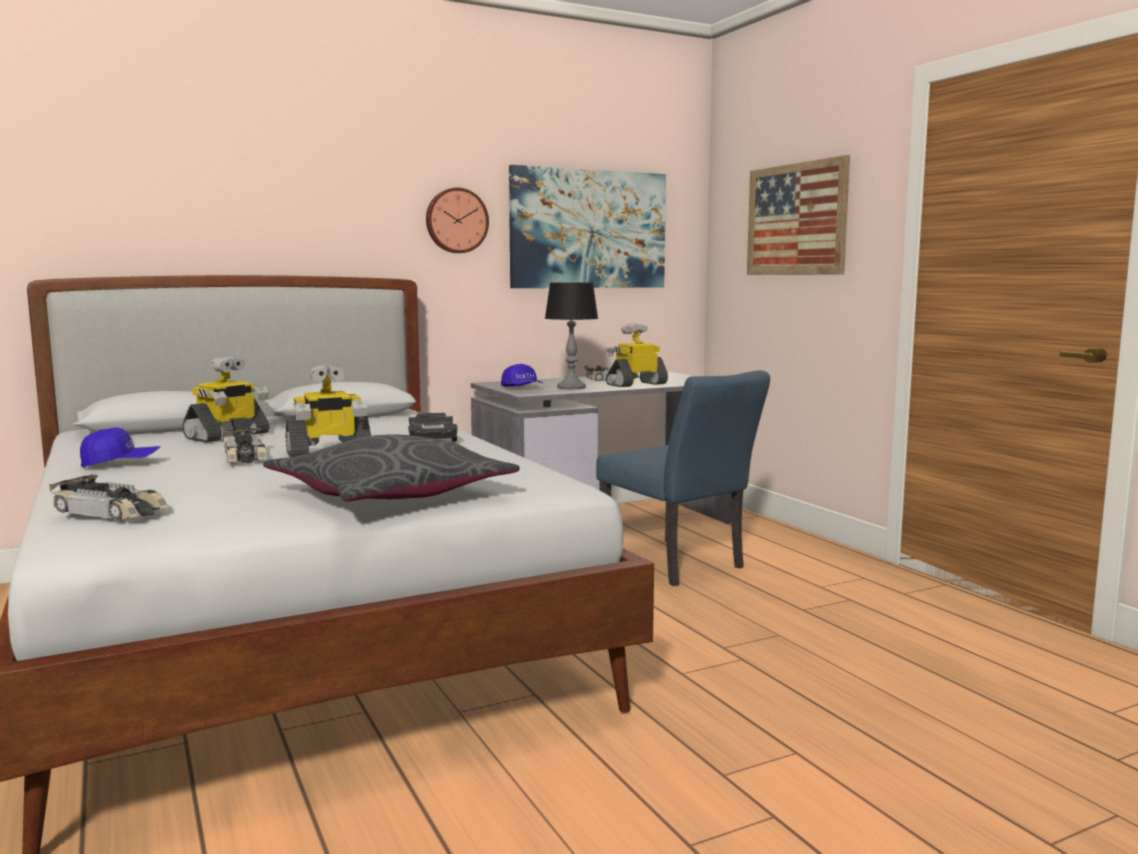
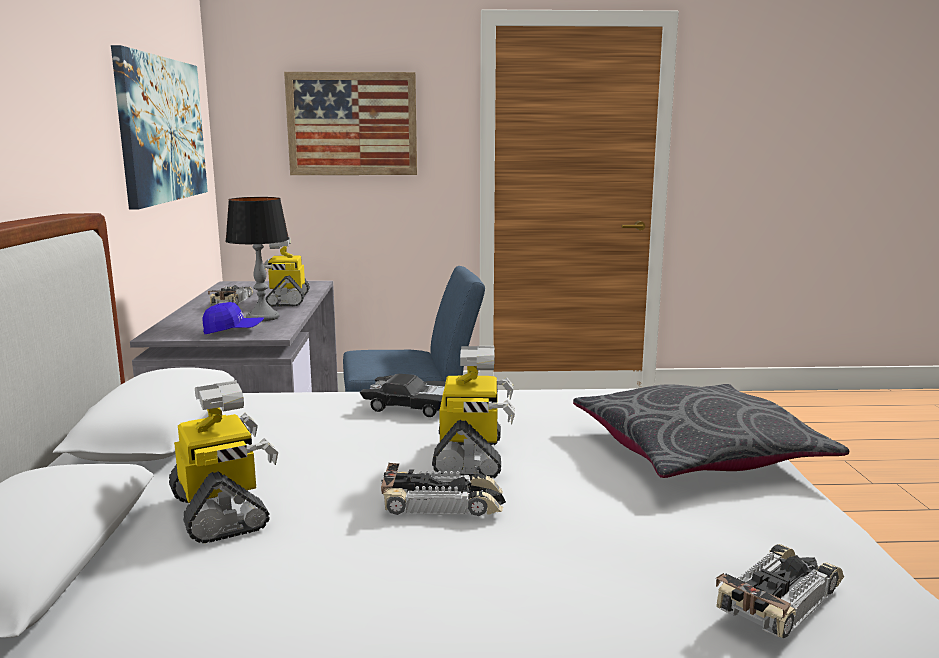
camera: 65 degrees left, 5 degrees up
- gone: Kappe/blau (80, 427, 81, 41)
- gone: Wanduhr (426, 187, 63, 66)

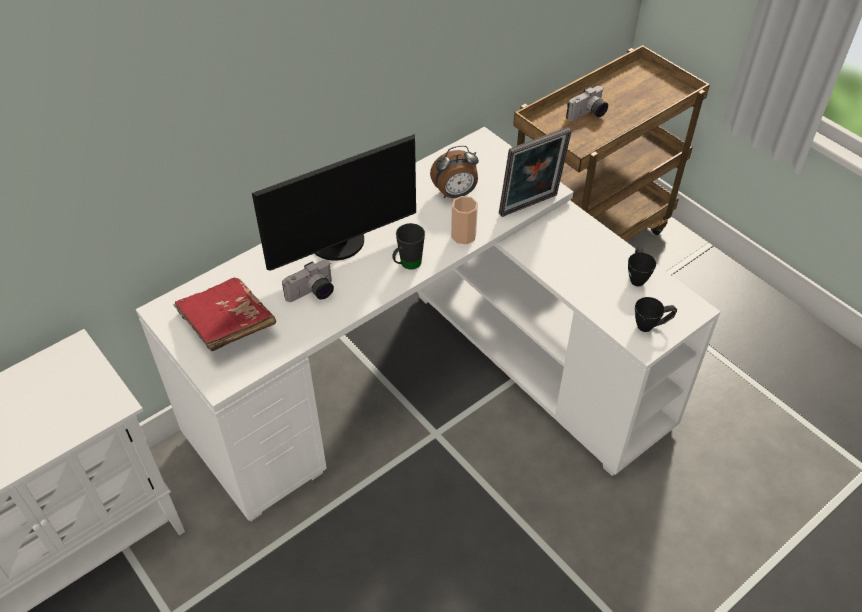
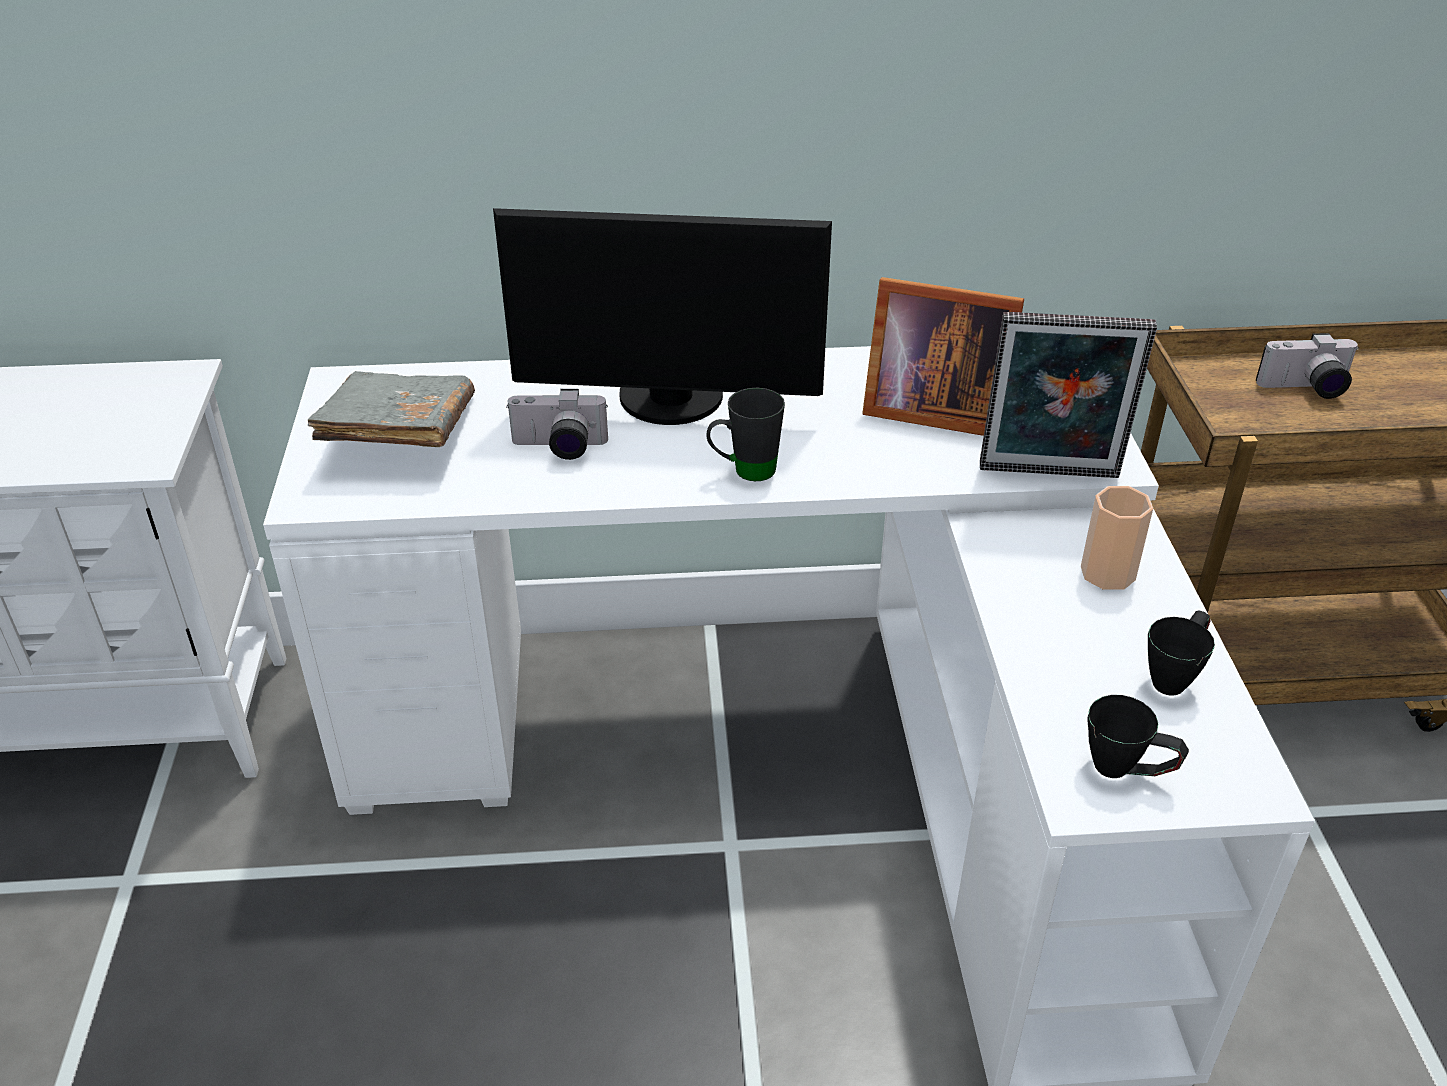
camera: 35 degrees right, 10 degrees down
- repainted: Buch/rot (174, 278, 102, 74) to Buch/grau (308, 371, 167, 76)
- swapped: Wecker (430, 145, 49, 53) to Bilderrahmen (862, 277, 162, 159)
- shifted: Tasse (451, 196, 27, 48) to (1081, 486, 72, 104)

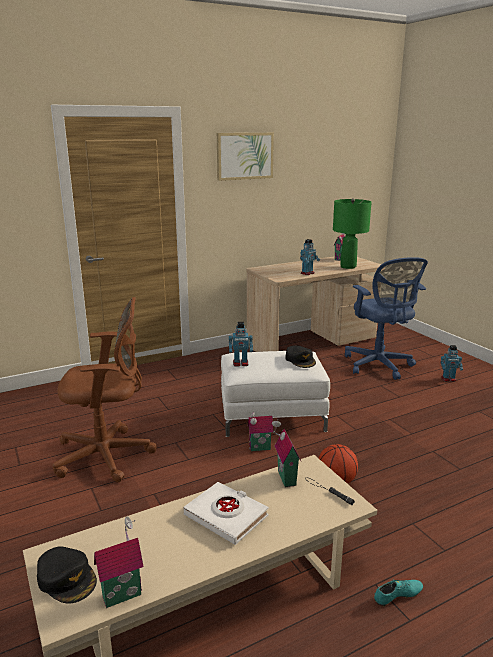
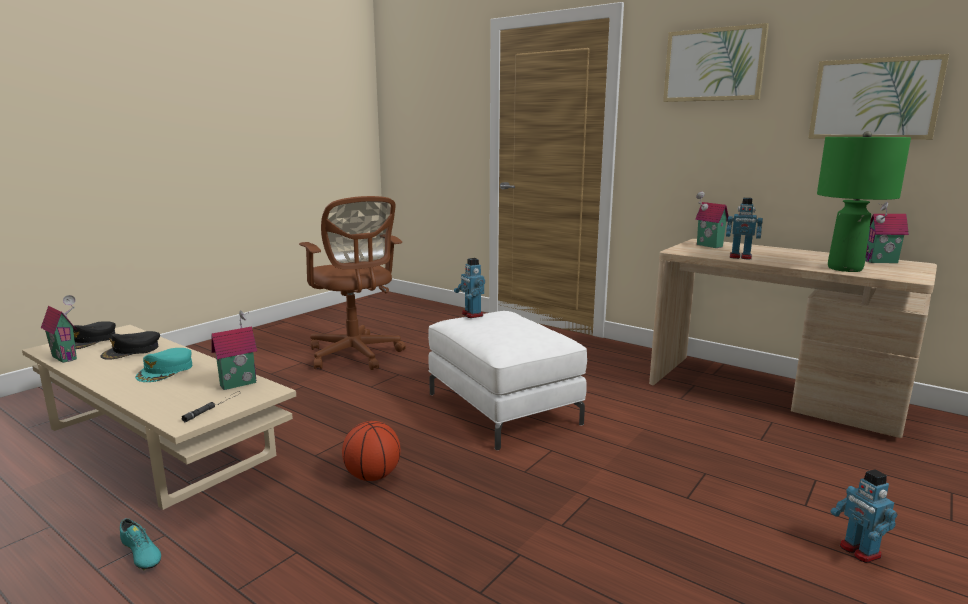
camera: 65 degrees right, 5 degrees down
- swapped: Buch/weiß (183, 482, 86, 63) to Kappe/türkis (135, 348, 57, 34)
- shifted: Spielzeughaus (248, 412, 25, 39) to (695, 192, 33, 56)
- shifted: Kappe/schwarz (286, 346, 30, 22) to (100, 331, 60, 29)
- gone: Bürostuhl/blau (345, 257, 83, 123)
- new: Bild (808, 54, 141, 86)

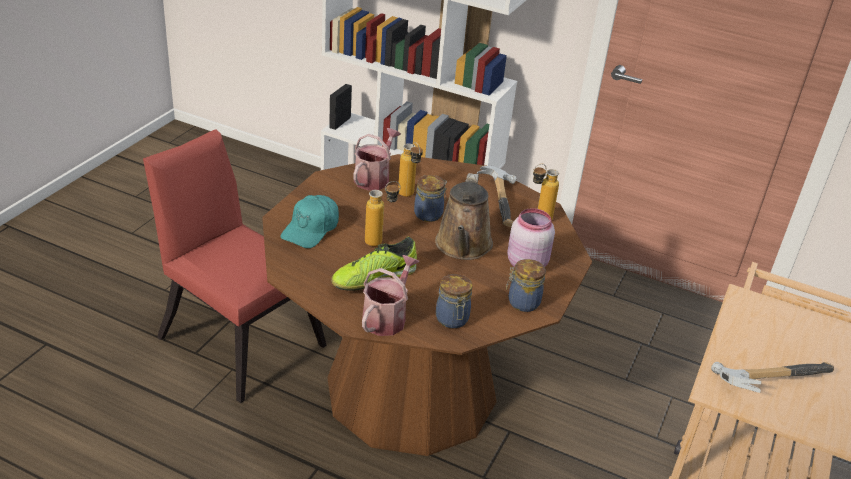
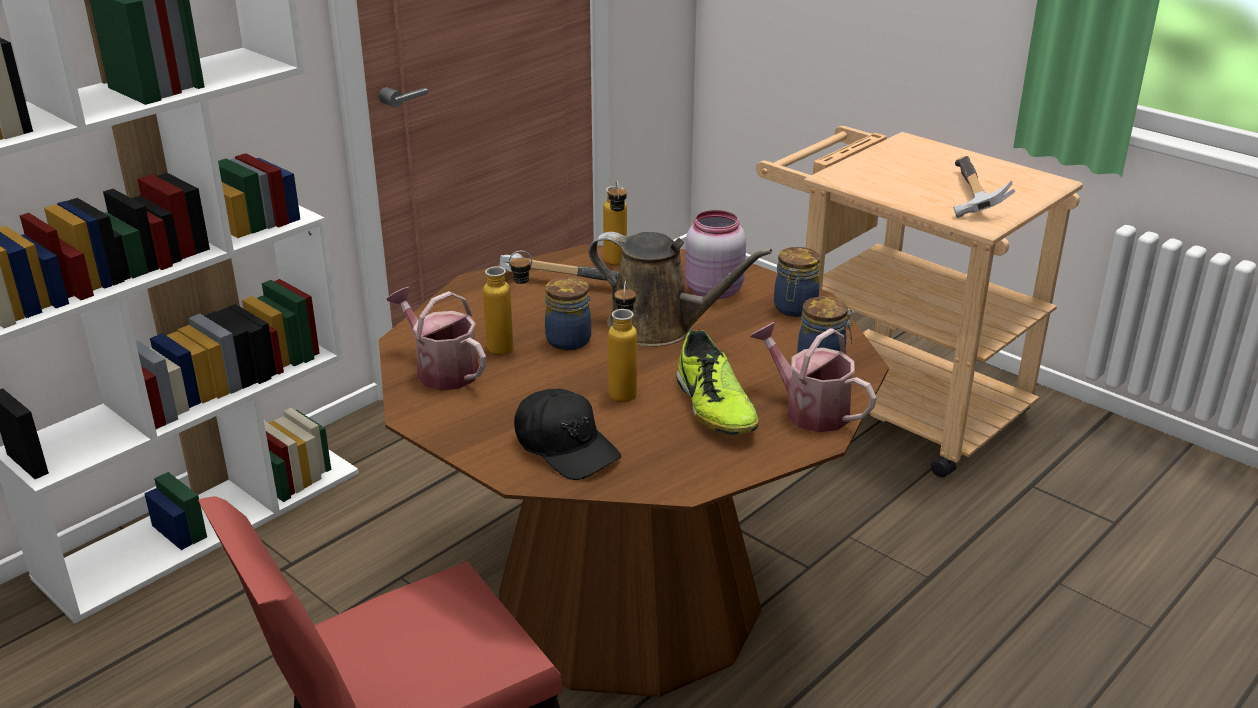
camera: 70 degrees left, 5 degrees down
- repainted: Kappe/türkis (280, 195, 59, 53) to Kappe/schwarz (514, 389, 107, 91)

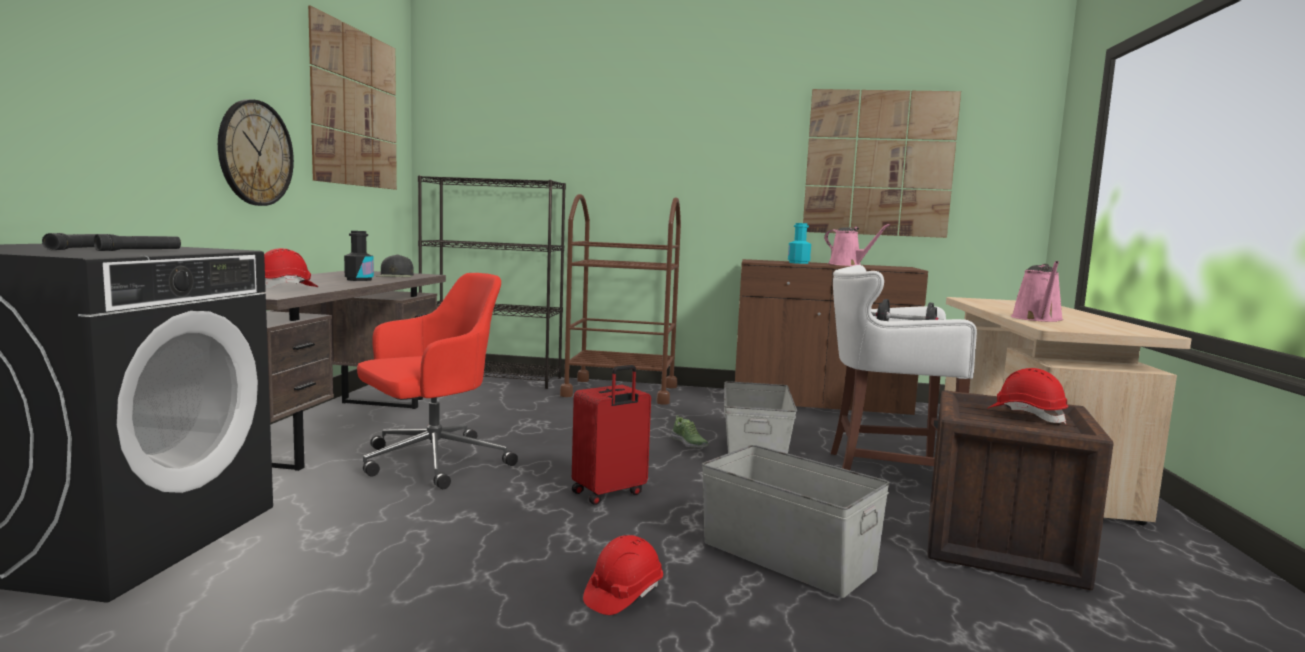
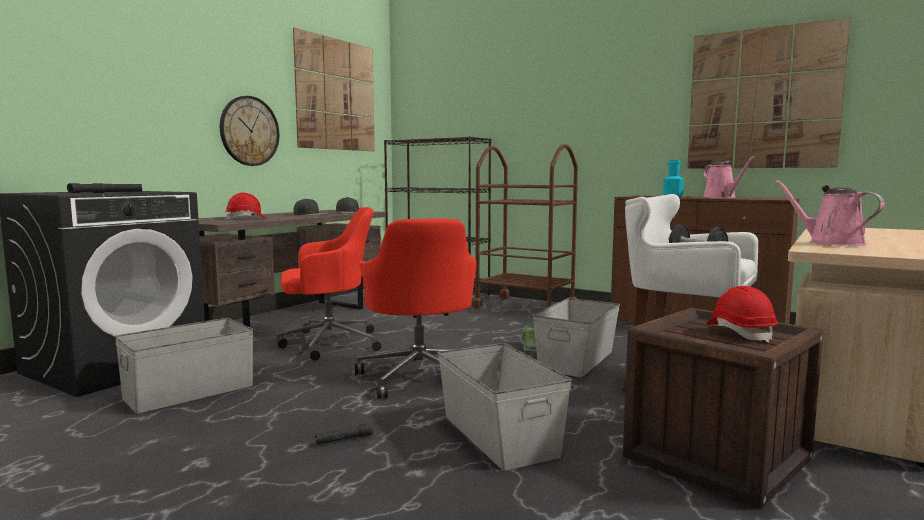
camera: 25 degrees right, 0 degrees up
- swapped: Flasche/schwarz (344, 231, 30, 50) to Kappe/schwarz (293, 198, 36, 18)
- swapped: Koffer/rot (572, 365, 79, 140) to Bürostuhl/rot (355, 219, 121, 179)
- swapped: Schutzhelm/rot (583, 535, 80, 80) to Taschenlampe/schwarz (315, 423, 58, 21)
- rotated: Gießkanne/rosa (1011, 261, 53, 61) = (774, 180, 111, 66) 105 degrees clockwise
- new: Aufbewahrungsbox/grau (115, 318, 139, 96)

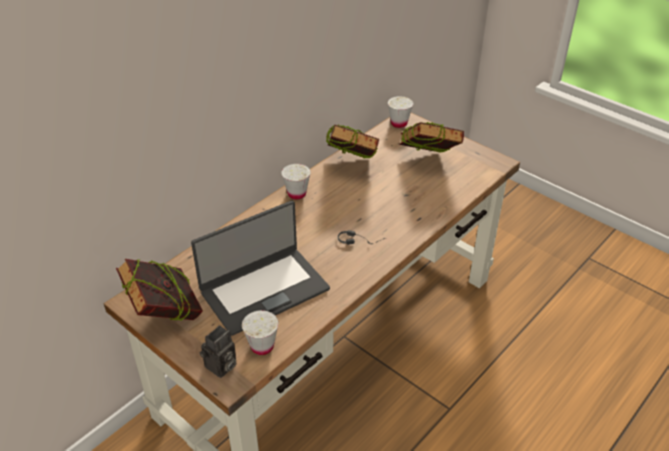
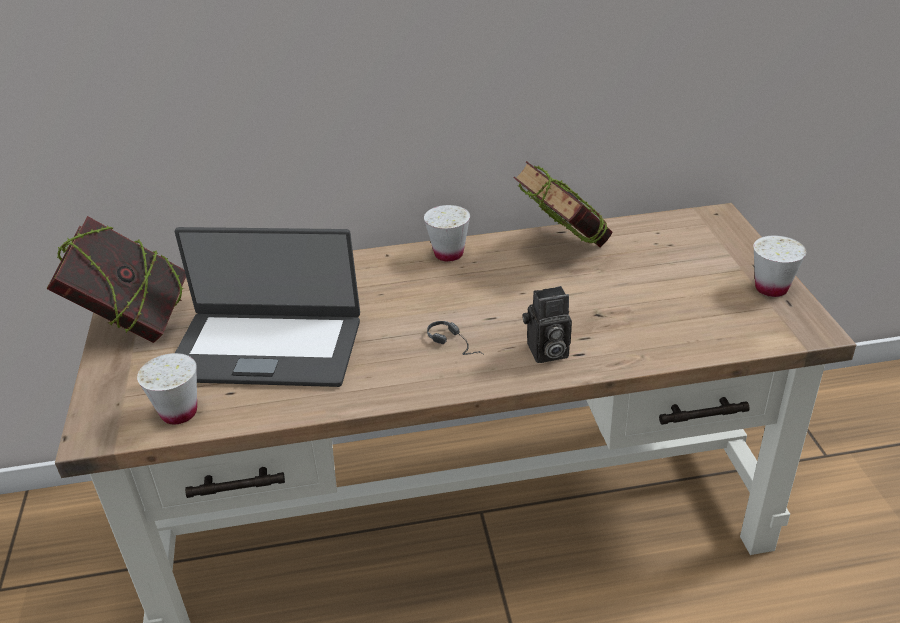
camera: 40 degrees right, 5 degrees down
- shifted: Kamera (200, 325, 36, 53) to (523, 286, 49, 77)
- shifted: Tasse/weiß (388, 96, 25, 32) to (753, 236, 53, 61)
- gone: Buch (399, 122, 65, 30)

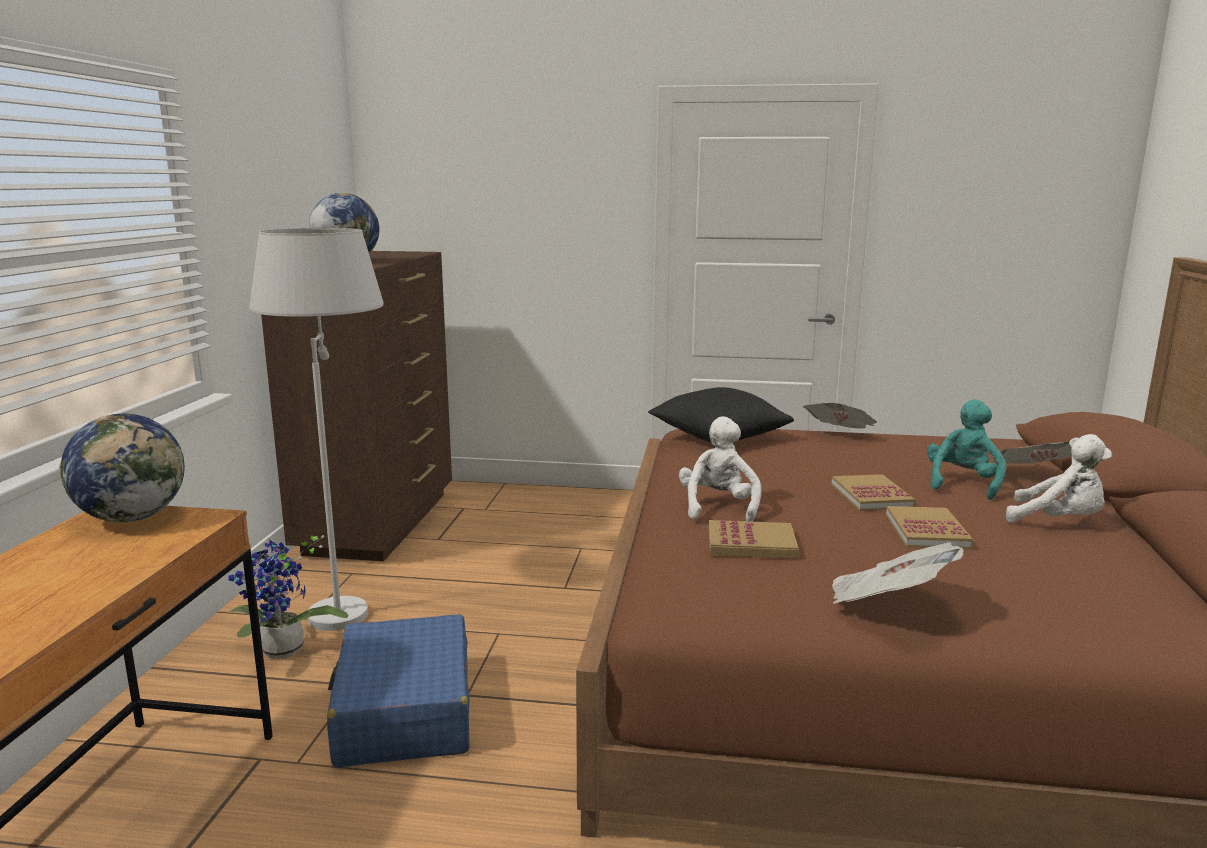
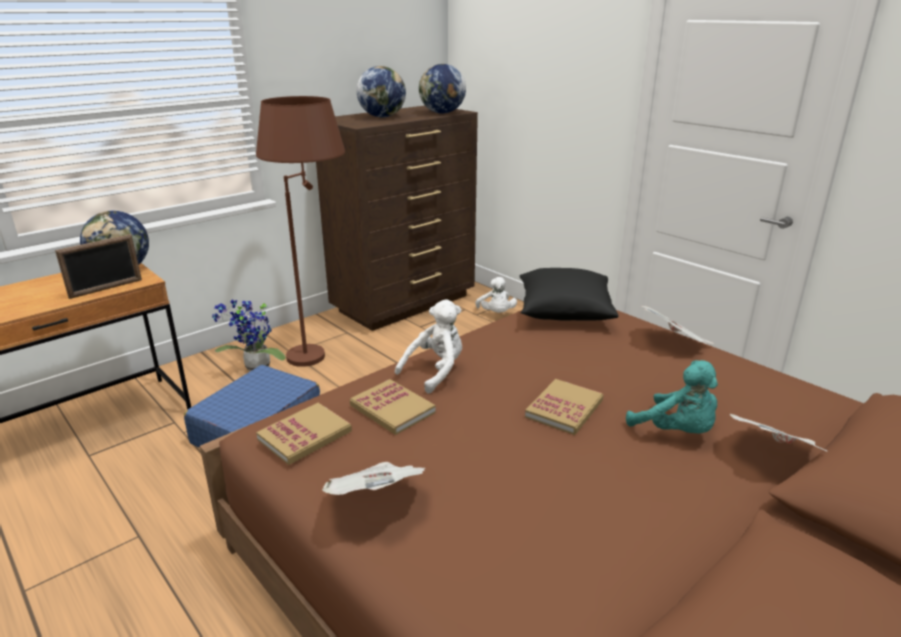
camera: 40 degrees right, 10 degrees up
- repainted: Stehlampe/weiß (249, 228, 135, 403) to Stehlampe/braun (256, 96, 89, 271)
- shifted: Buch (886, 506, 88, 44) to (256, 403, 96, 62)
- rotated: Plüschtier/türkis (927, 399, 80, 101) = (626, 360, 92, 73) 75 degrees clockwise
- shifted: Plüschtier/weiß (1006, 434, 106, 89) to (475, 277, 42, 36)
- new: Bilderrahmen (55, 234, 87, 65)
- new: Globus (419, 64, 47, 50)

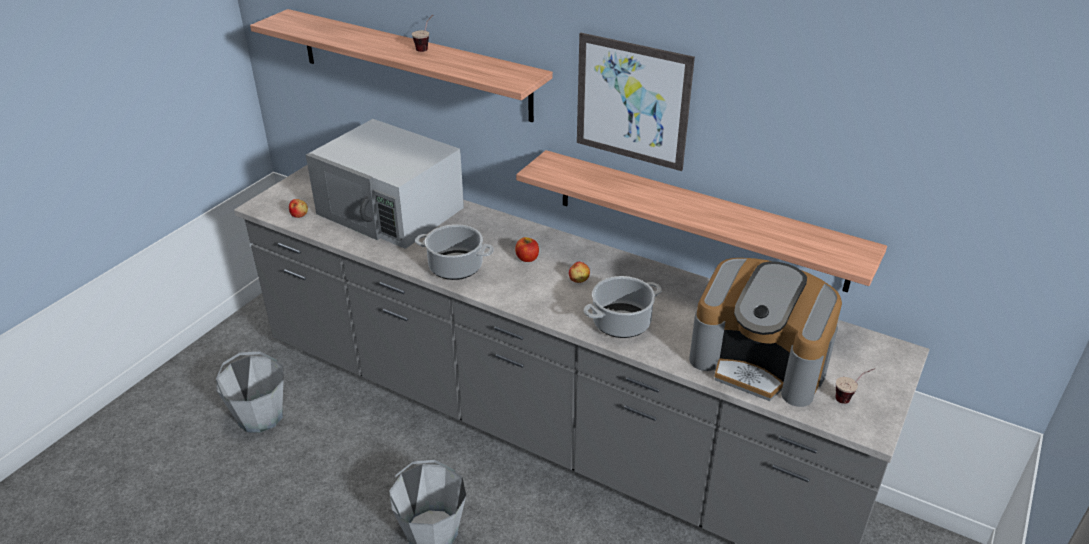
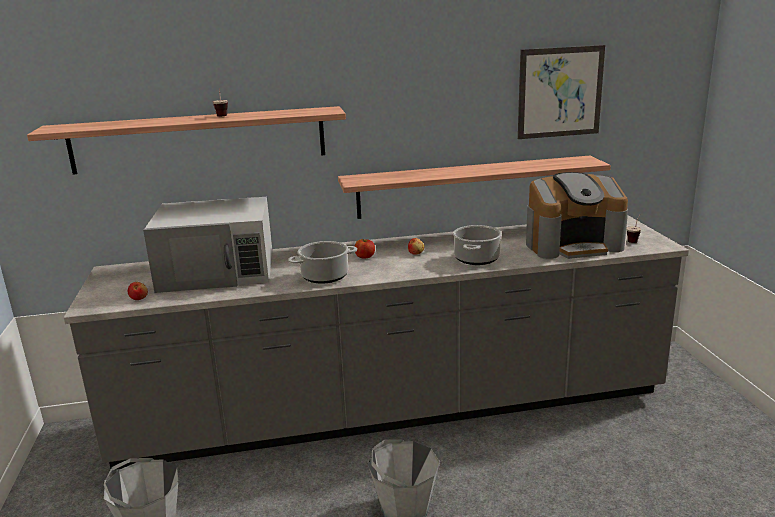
camera: 40 degrees left, 15 degrees down
- shifted: Bild (577, 33, 118, 138) to (518, 45, 87, 94)

